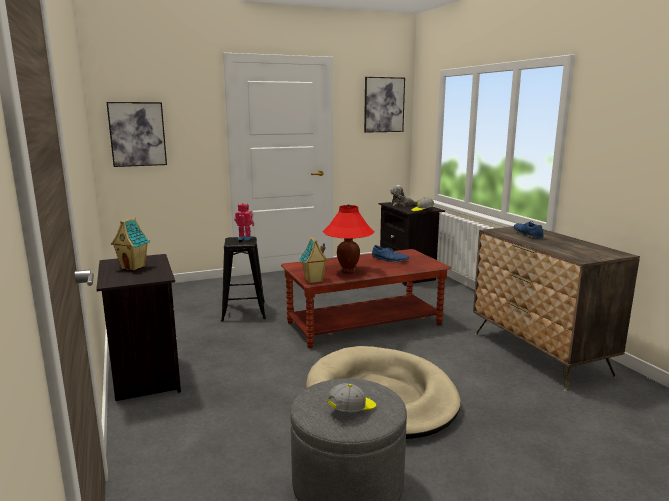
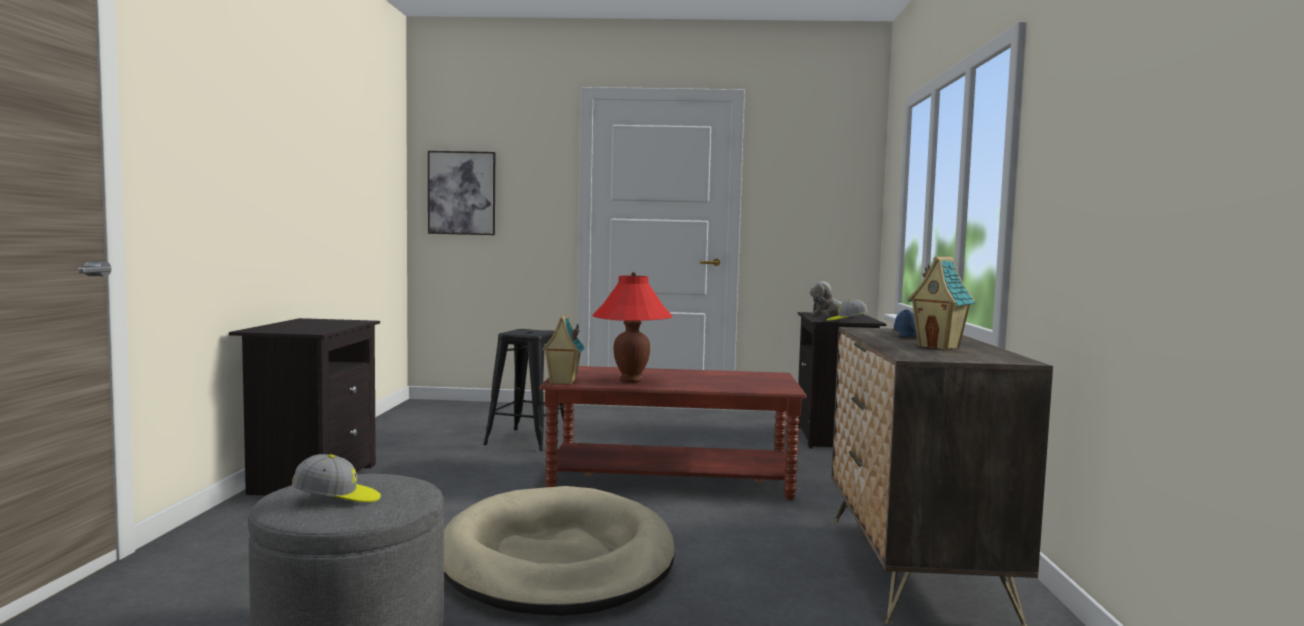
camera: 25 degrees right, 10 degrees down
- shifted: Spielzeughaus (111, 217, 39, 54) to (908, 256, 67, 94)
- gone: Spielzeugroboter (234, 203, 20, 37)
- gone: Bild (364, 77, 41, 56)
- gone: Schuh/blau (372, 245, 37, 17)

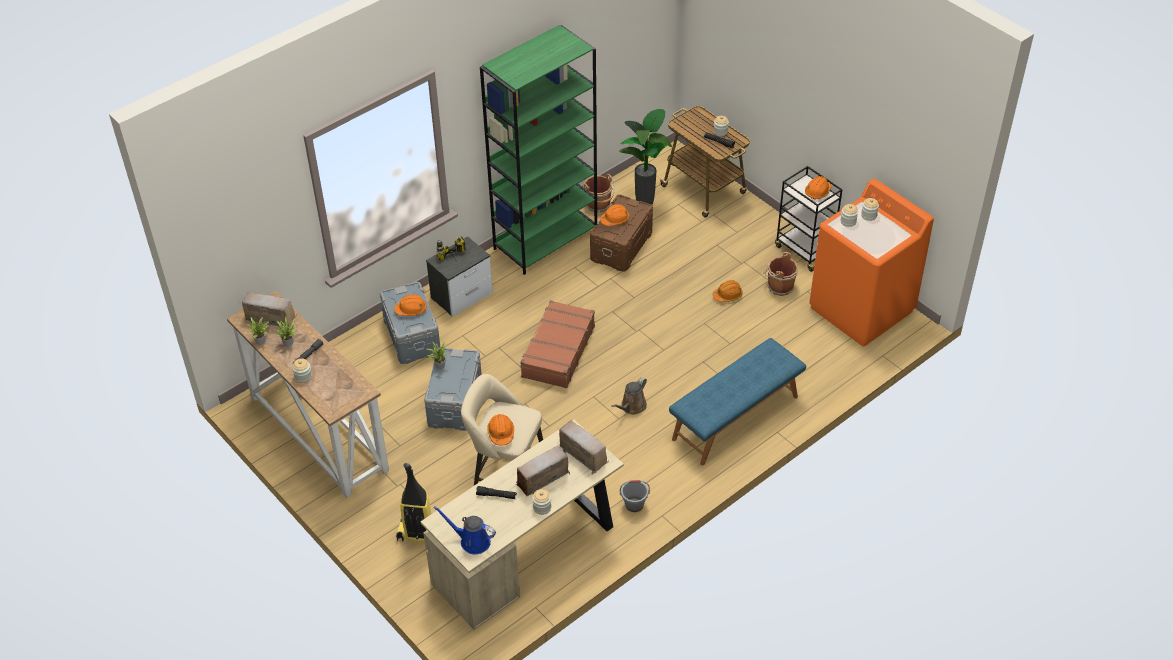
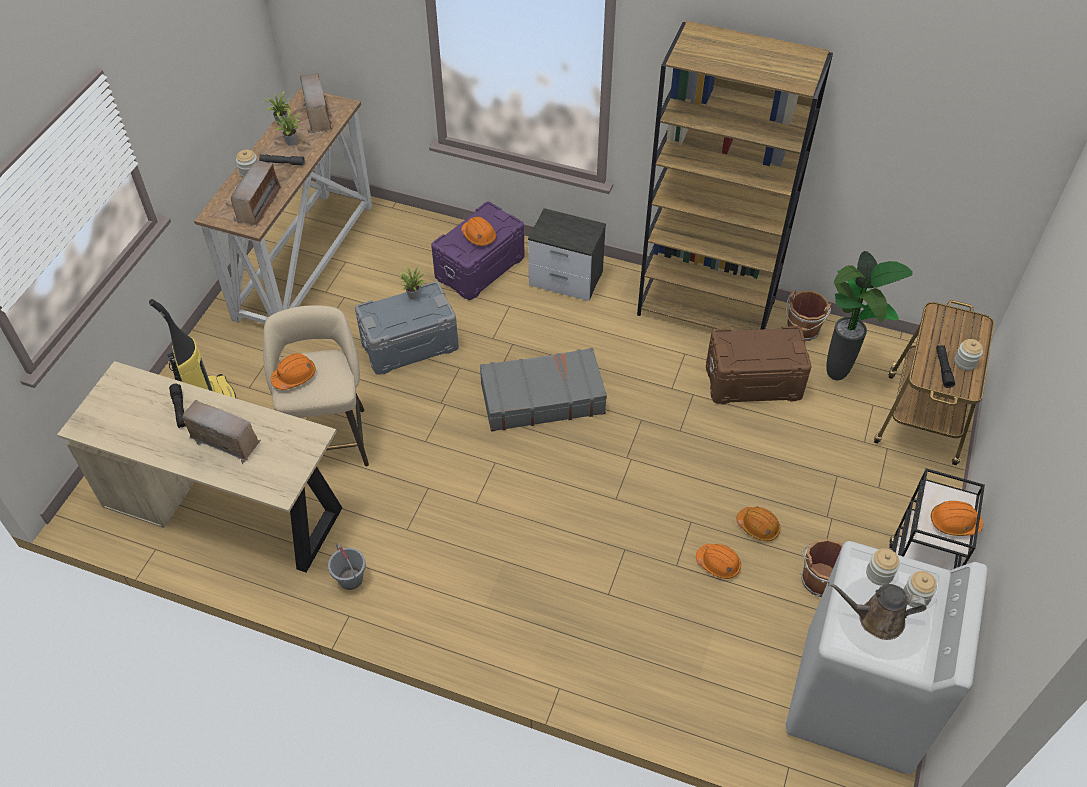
camera: 60 degrees right, 5 degrees up
- repainted: Aufbewahrungsbox/grau (380, 282, 61, 82) to Aufbewahrungsbox/lila (431, 201, 93, 99)
- gone: Gießkanne/blau (434, 506, 62, 48)
- gone: Bohrmaschine (437, 236, 29, 27)
- repainted: Bücherregal/grün (480, 25, 117, 250) to Bücherregal/braun (637, 21, 196, 310)
- repainted: Koffer/braun (520, 300, 75, 88) to Koffer/grau (480, 348, 127, 84)
- gone: Vorratsglas (532, 489, 19, 26)
- shifted: Radio (557, 420, 52, 55) to (231, 159, 51, 67)
- shifted: Schutzhelm/orange (600, 204, 30, 22) to (696, 544, 45, 35)
- shifted: Gießkanne/braun (611, 377, 36, 38) to (828, 582, 98, 58)
- gone: Bank/blau (669, 338, 137, 127)
- repainted: Waschmaschine/orange (810, 179, 124, 167) to Waschmaschine/weiß (786, 541, 202, 233)

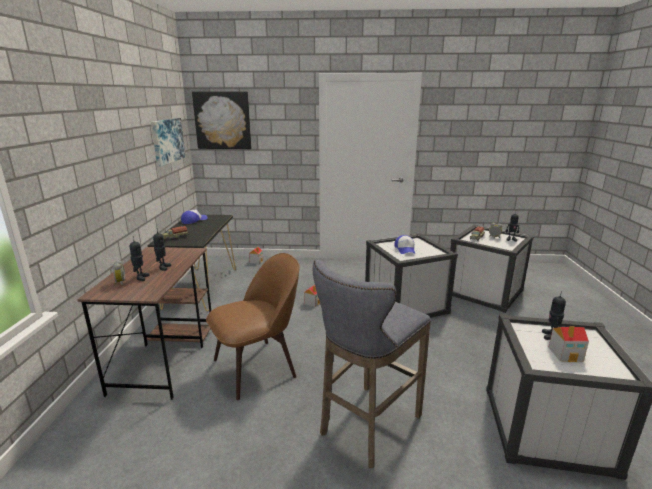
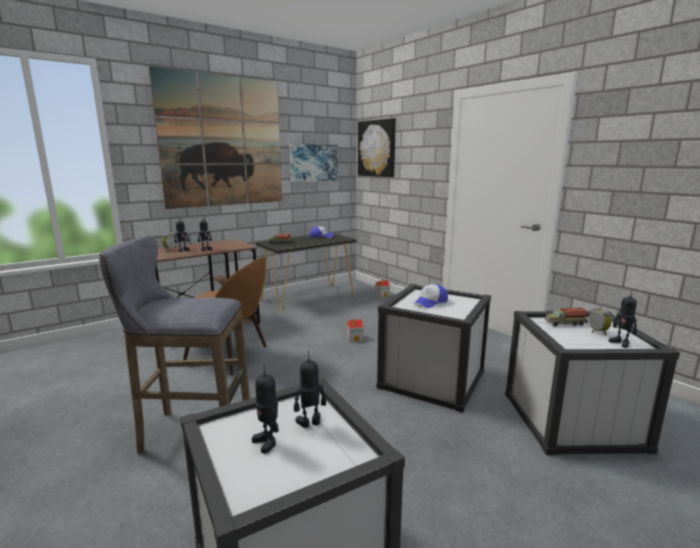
camera: 50 degrees right, 5 degrees down
- swapped: Spielzeughaus (548, 326, 41, 36) to Spielzeugroboter (252, 365, 27, 89)
- new: Bild (149, 66, 133, 143)

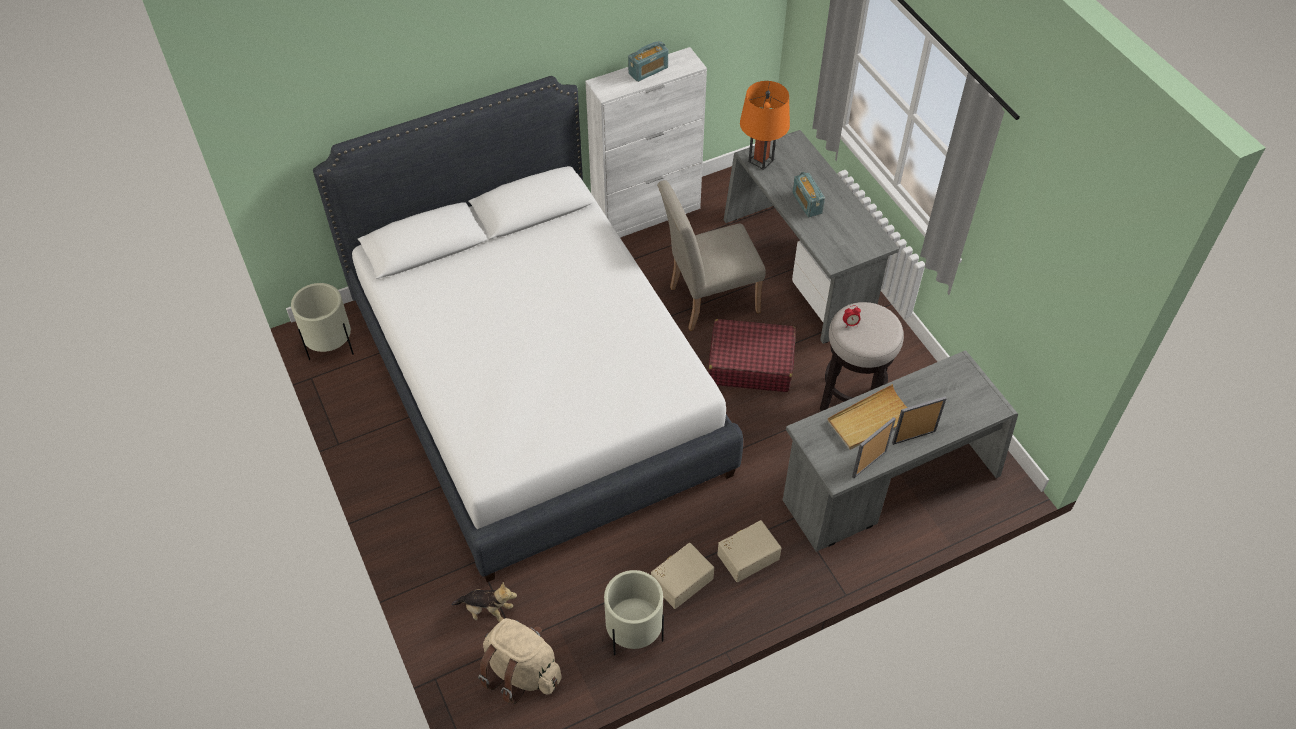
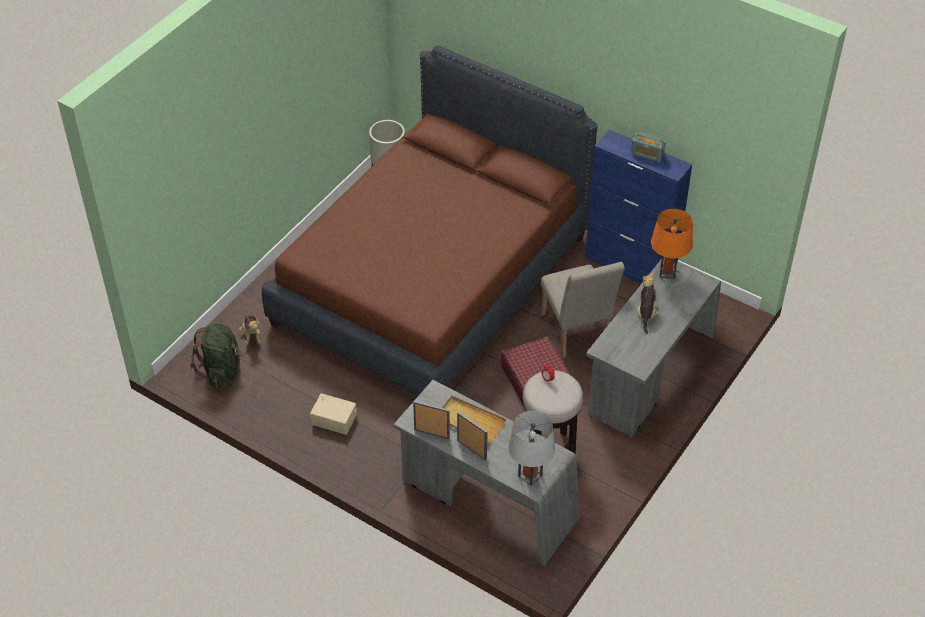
camera: 60 degrees right, 5 degrees down
- repainted: Bett/weiß (313, 76, 430, 506) to Bett/braun (262, 45, 335, 351)
- repainted: Rucksack/beige (478, 618, 84, 86) to Rucksack/grün (191, 323, 52, 65)
- repainted: Schrank/weiß (585, 47, 122, 191) to Schrank/blau (585, 129, 107, 155)
- gone: Pflanzkübel/beige (604, 570, 60, 85)
- rotated: Stuhl/beige (657, 180, 109, 151) = (541, 262, 84, 96) 150 degrees counterclockwise
- gone: Aufbewahrungsbox/beige (717, 520, 64, 62)
- swapped: Radio (793, 172, 32, 45) to Plüschtier (637, 272, 23, 62)
- new: Tischlampe/grau (508, 411, 47, 75)

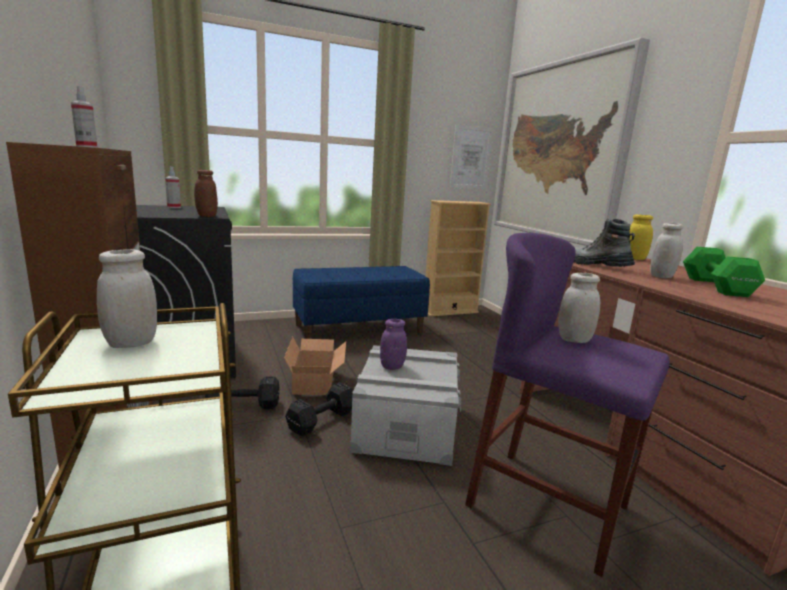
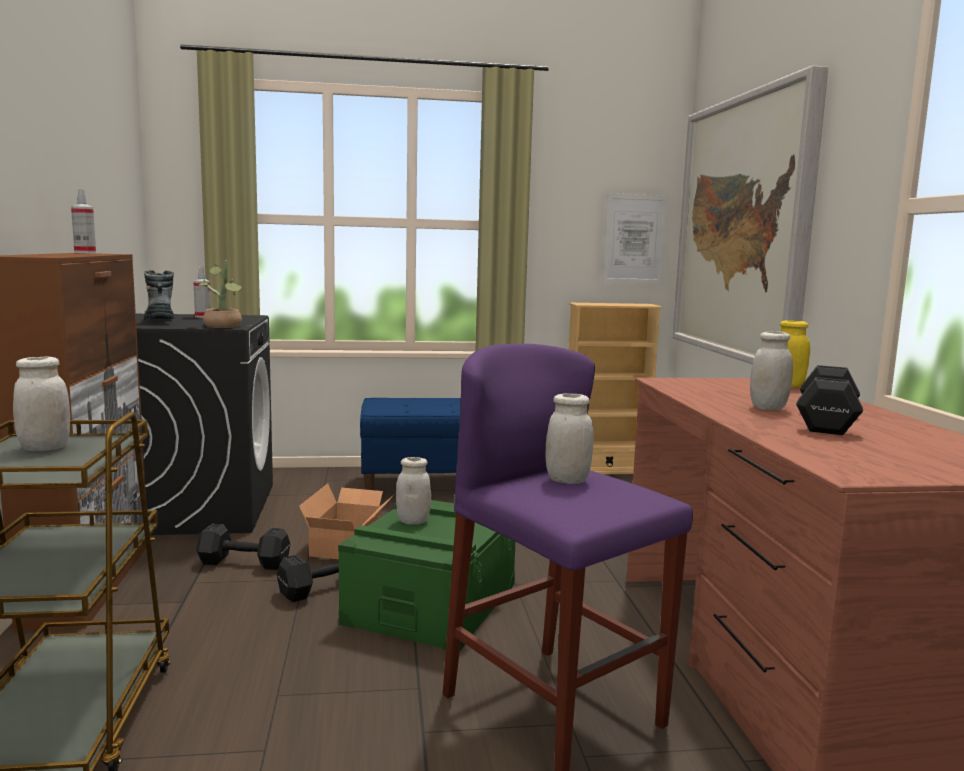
camera: 15 degrees right, 5 degrees down
- swapped: Vorratsglas/braun (194, 170, 24, 47) to Topfpflanze (199, 261, 43, 67)
- repainted: Aufbewahrungsbox/grau (350, 345, 111, 121) to Aufbewahrungsbox/grün (338, 500, 177, 151)
- repainted: Vorratsglas/lila (380, 319, 27, 51) to Vorratsglas/weiß (396, 457, 35, 68)
- shifted: Stiefel (574, 219, 61, 48) to (144, 270, 30, 50)
- repainted: Hantel/grün (683, 247, 82, 50) to Hantel/schwarz (796, 365, 67, 70)

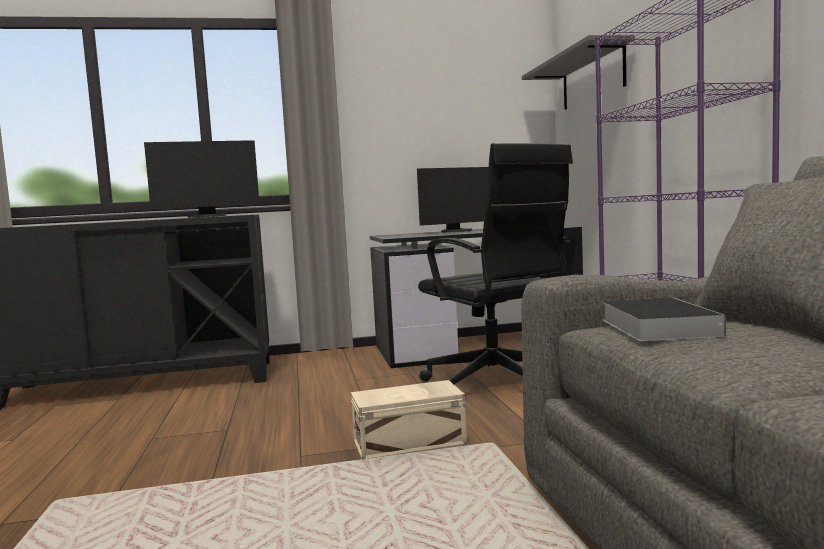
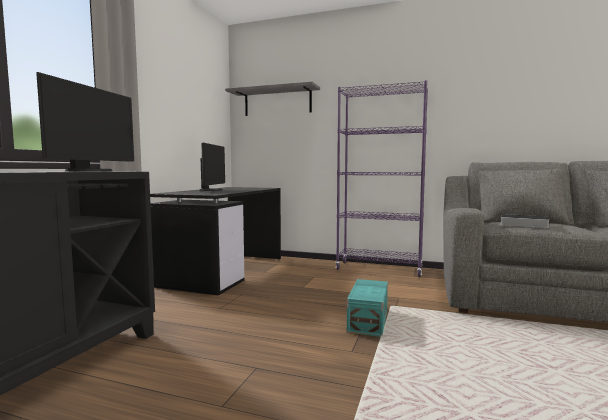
camera: 60 degrees left, 0 degrees up
- repainted: Aufbewahrungsbox/beige (351, 380, 116, 80) to Aufbewahrungsbox/türkis (347, 279, 41, 58)
- gone: Bürostuhl/schwarz (418, 143, 155, 241)

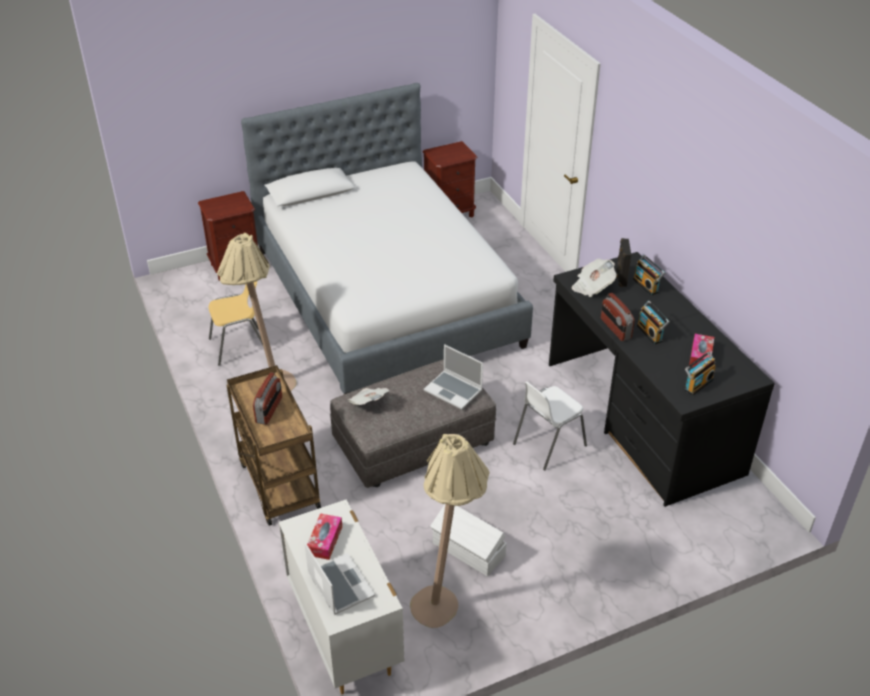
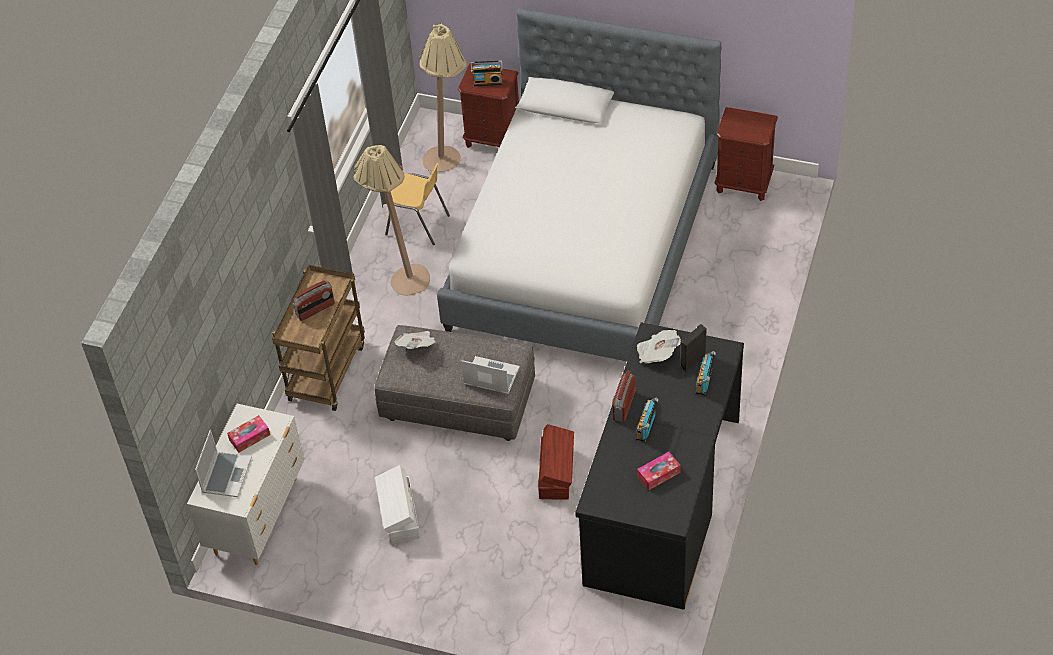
camera: 45 degrees right, 10 degrees up
- shifted: Stehlampe/beige (410, 434, 80, 194) to (419, 23, 48, 149)
- rotated: Laptop (424, 344, 59, 66) = (461, 356, 59, 38) 120 degrees clockwise
- swapped: Stuhl/weiß (513, 382, 74, 88) to Aufbewahrungsbox/braun (538, 424, 36, 76)
- shifted: Radio (685, 352, 31, 43) to (471, 60, 32, 26)

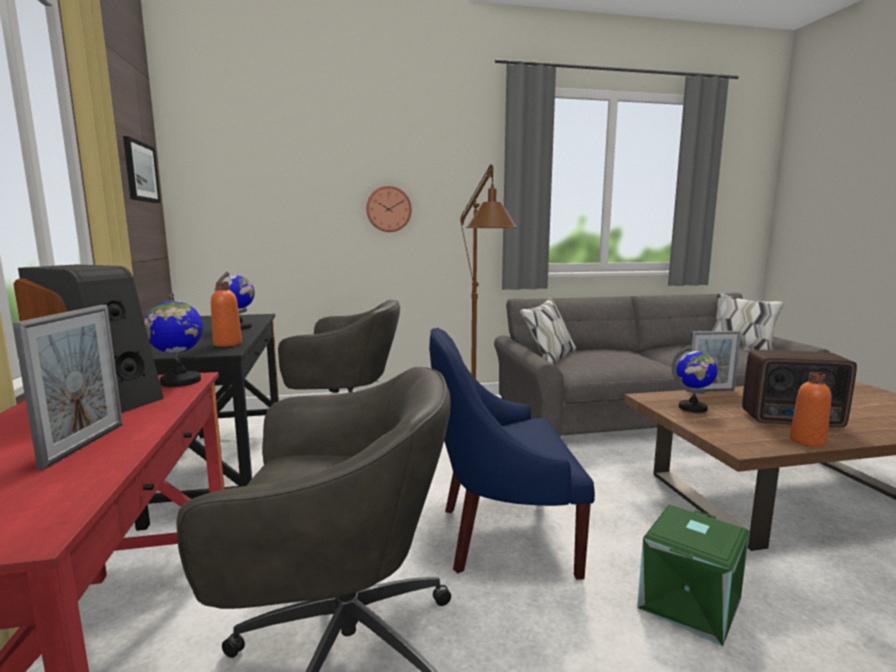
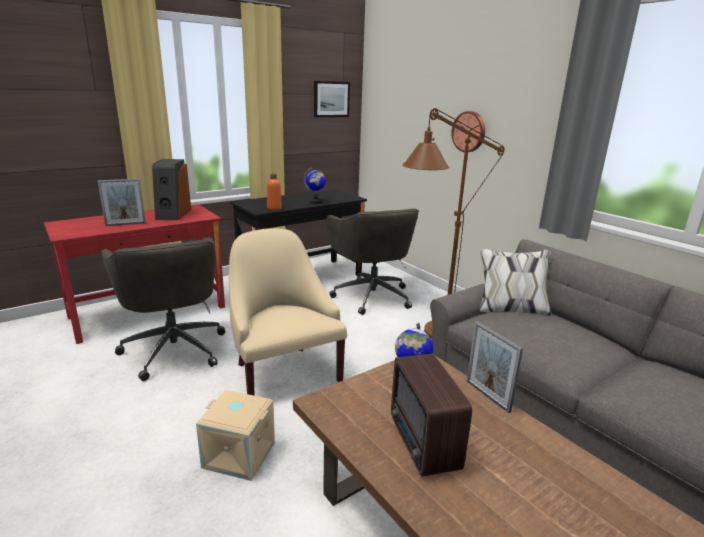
camera: 65 degrees right, 10 degrees up
- gone: Globus (144, 293, 59, 94)
- repainted: Sessel/blau (429, 328, 166, 252) to Sessel/beige (229, 228, 118, 168)
- repainted: Aufbewahrungsbox/grün (637, 505, 113, 142) to Aufbewahrungsbox/beige (196, 390, 79, 91)
- gone: Flasche/orange (790, 372, 42, 75)

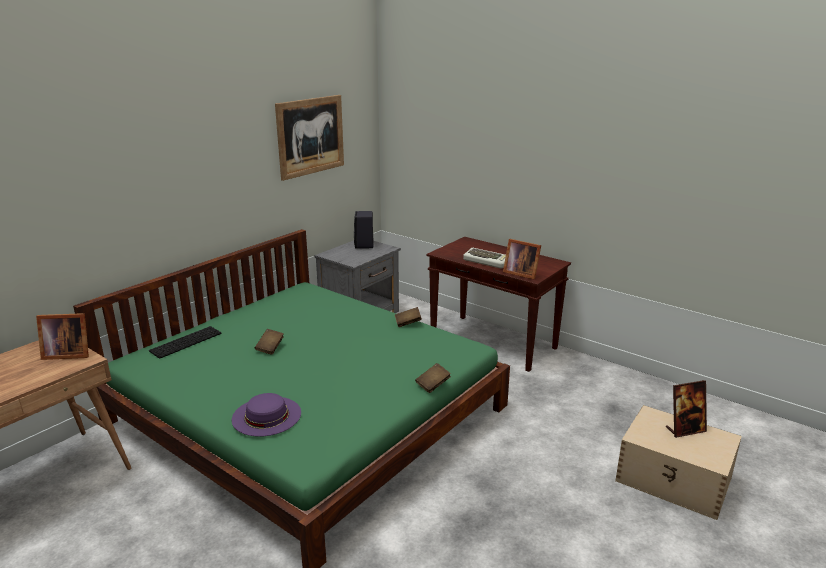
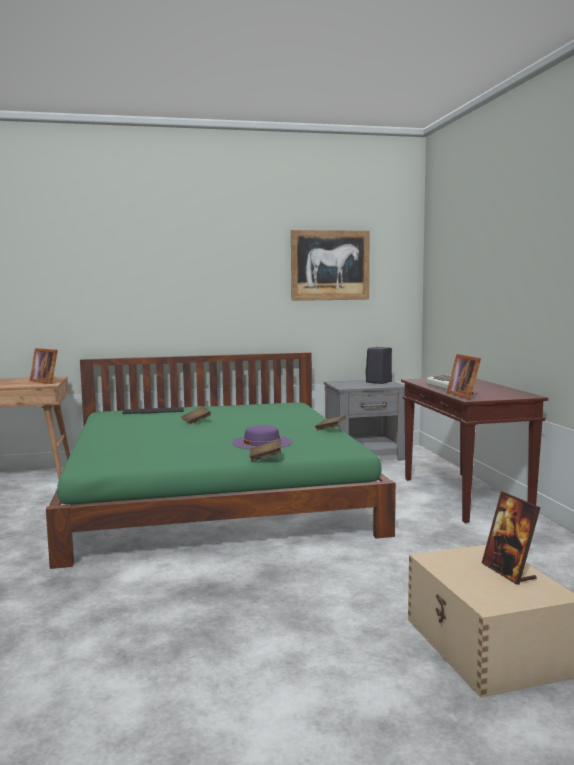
camera: 40 degrees right, 15 degrees down
- shifted: Hut/lila (232, 393, 69, 44) to (232, 425, 60, 24)
- rotated: Bilderrahmen (666, 380, 41, 58) = (482, 491, 59, 94) 45 degrees clockwise

